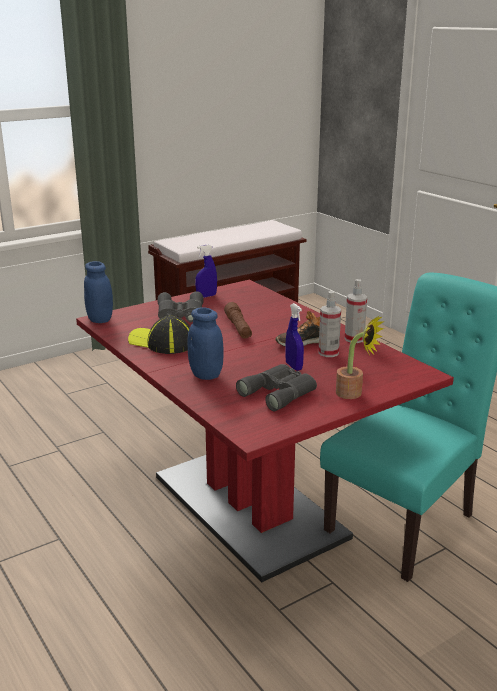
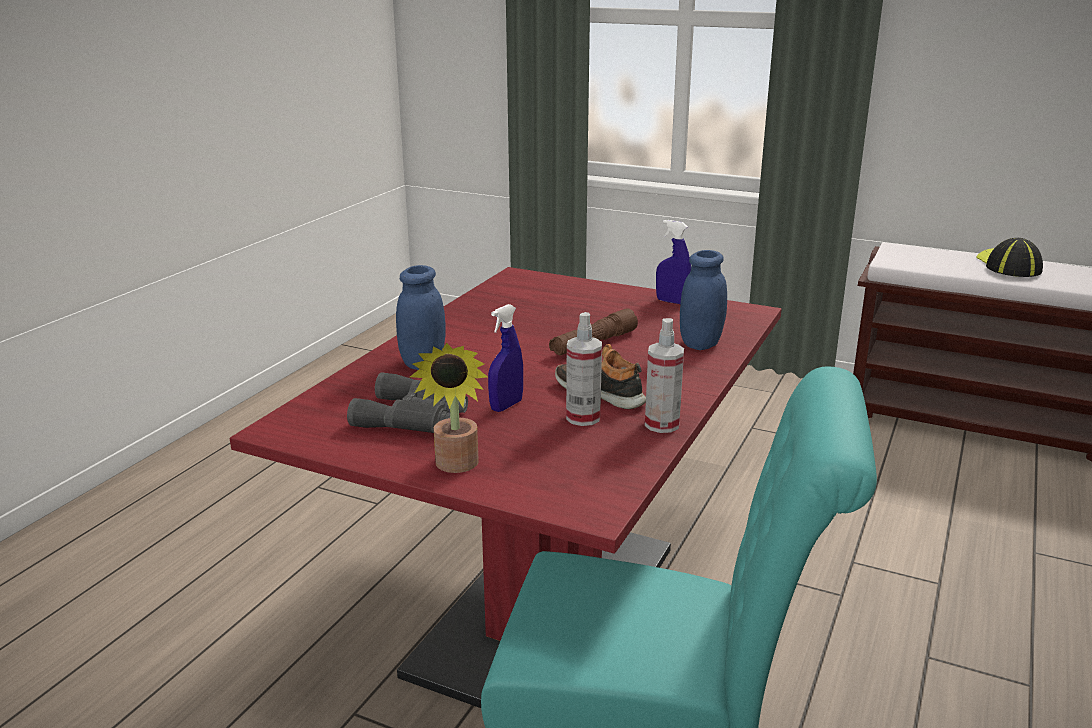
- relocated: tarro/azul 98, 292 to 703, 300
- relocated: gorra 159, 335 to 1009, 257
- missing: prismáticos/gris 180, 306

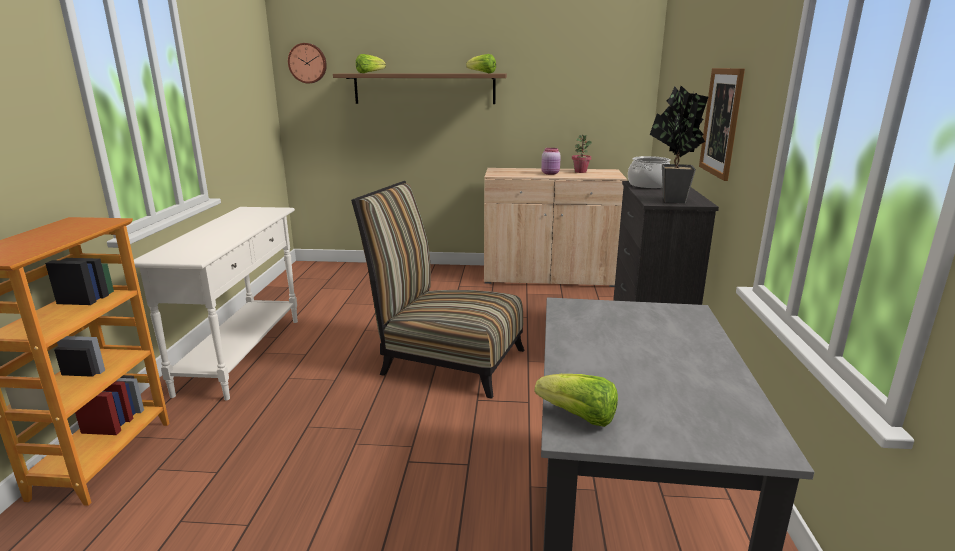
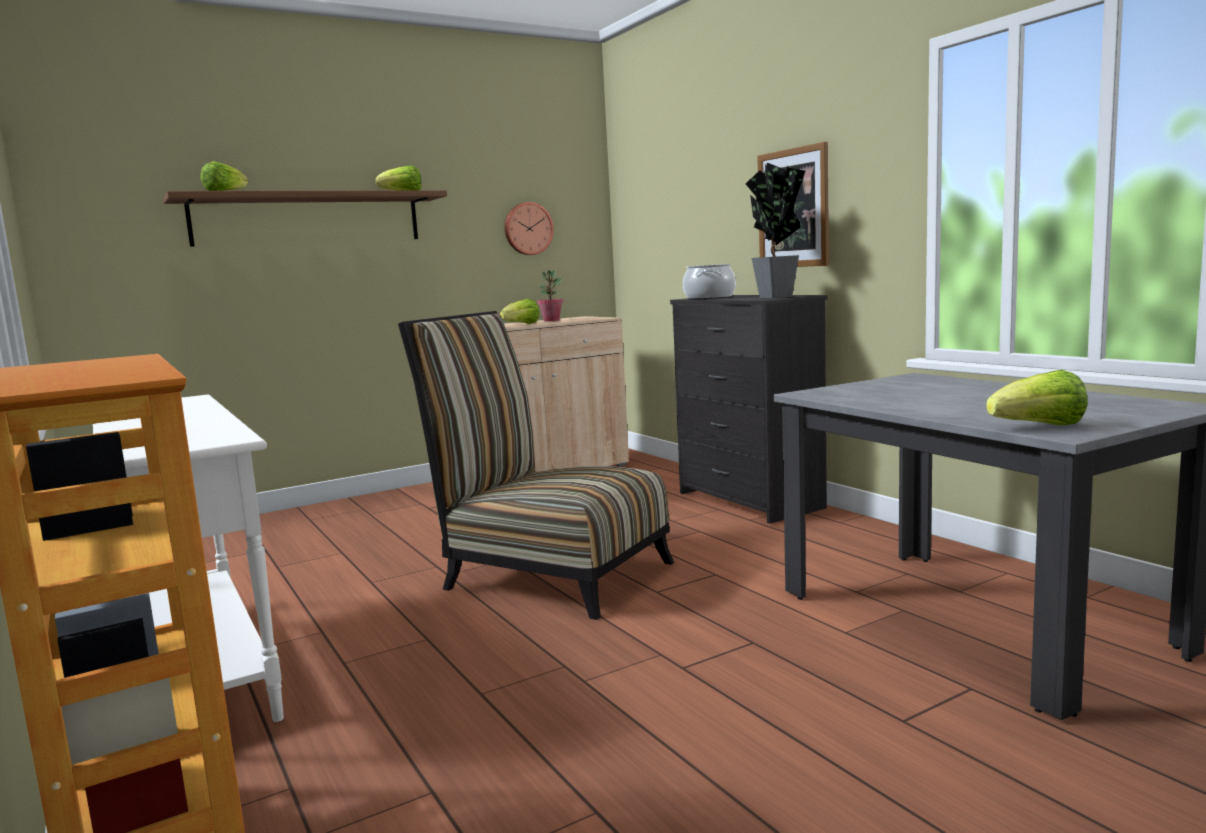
- spun: silla 437, 290 = 536, 465 45 degrees clockwise
- exchanged: tarro/rosa 551, 161 to lechuga 519, 311
- relocated: reloj de pared 307, 63 to 529, 228

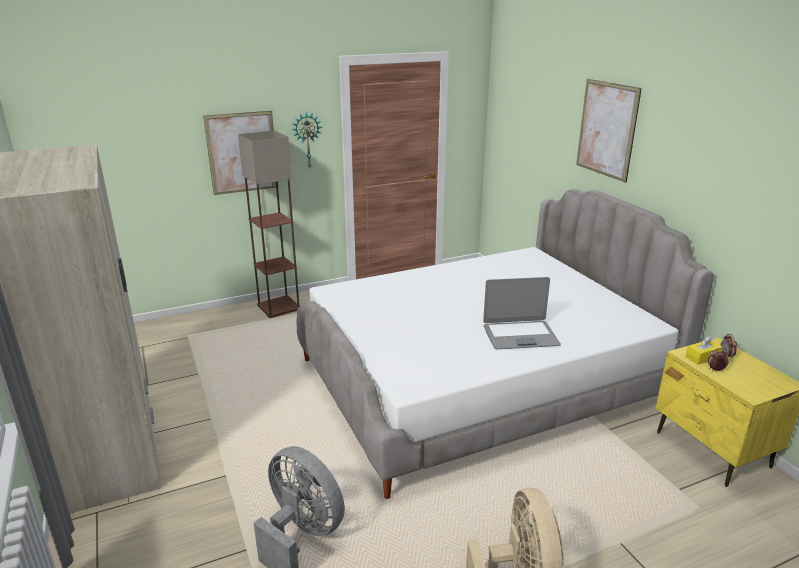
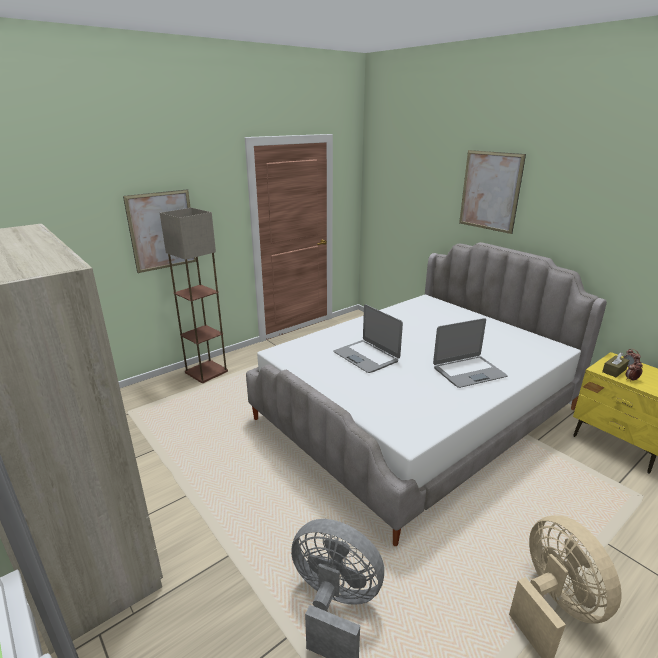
- appeared: portátil 368, 338
- colour: caja de pañuelos/amarillo 704, 350 to caja de pañuelos/marrón 615, 364
- missing: reloj de pared 307, 140

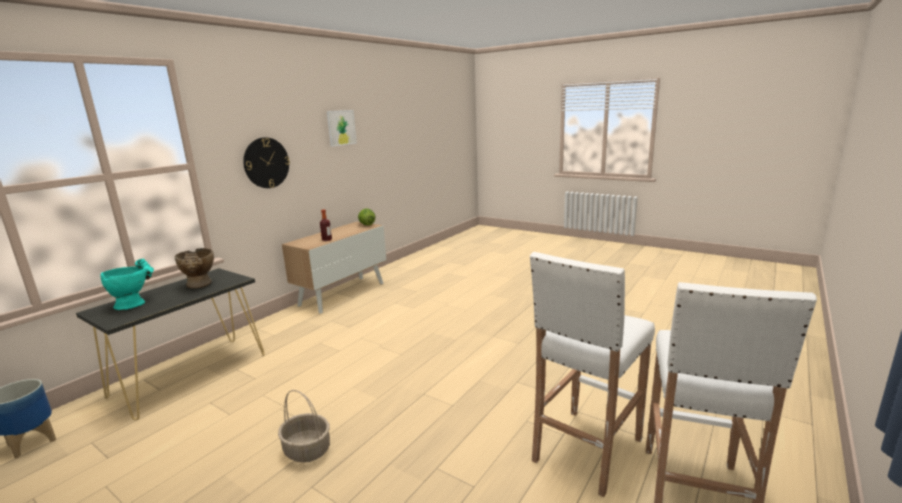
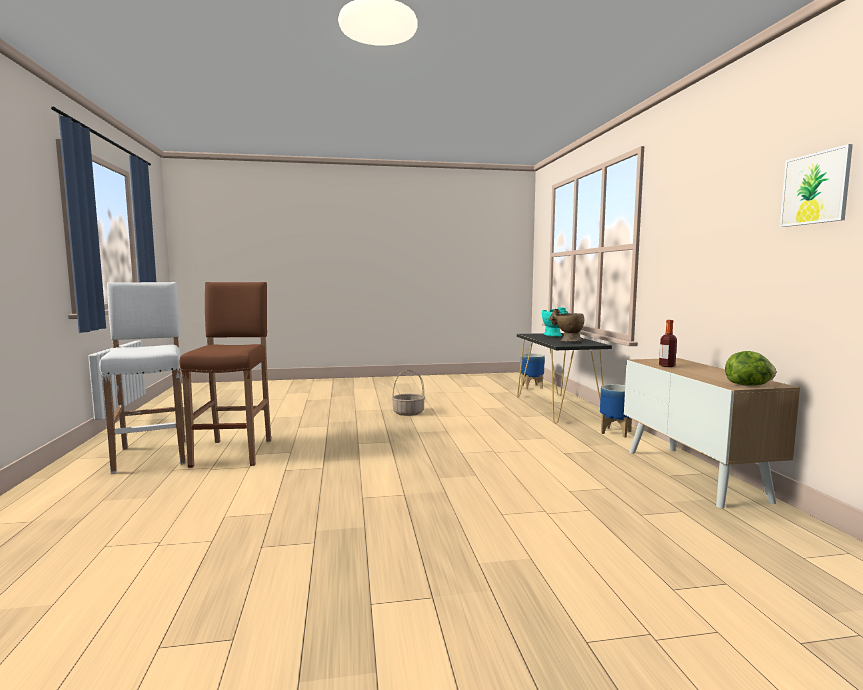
- colour: taburete/blanco 592, 374 to taburete/marrón 225, 375
- appeared: maceta 616, 411
- missing: reloj de pared 266, 162

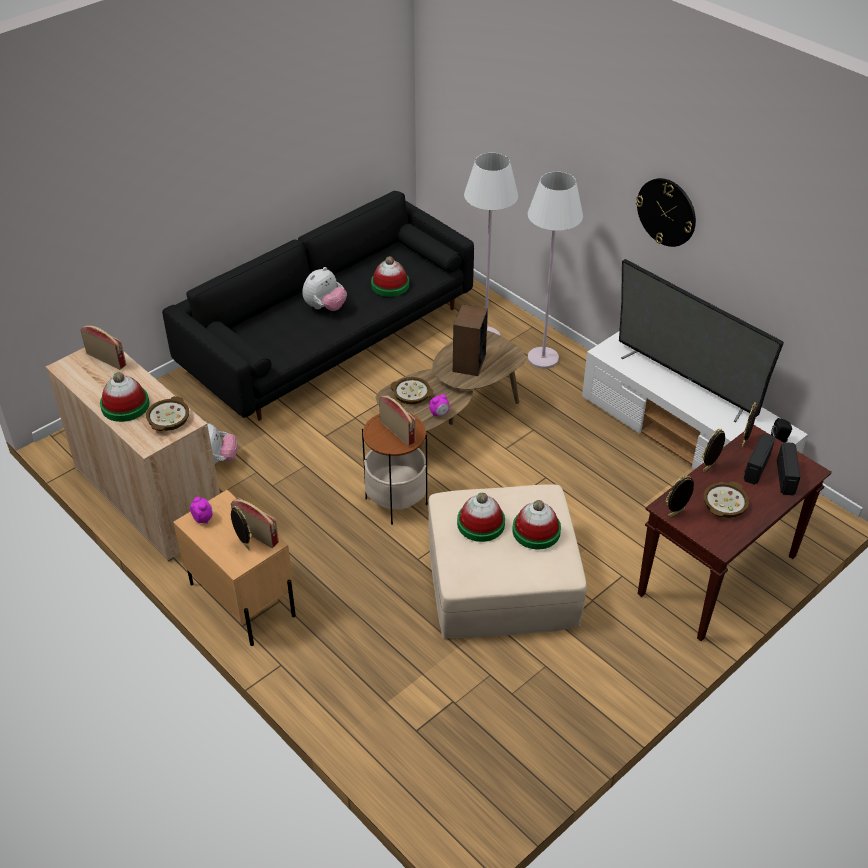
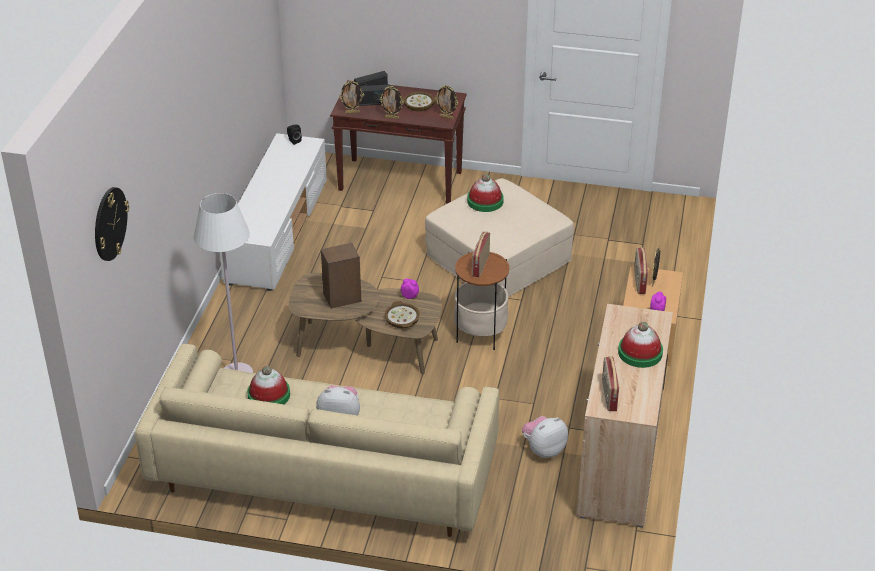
- relocated: reloj de pared 666, 212 to 112, 224
- colour: sofá/negro 318, 305 to sofá/beis 317, 440
- missing: cuenco 167, 413
- missing: sombrero 481, 517
- missing: lámpara de pie/blanco 555, 270
- missing: televisor 701, 340

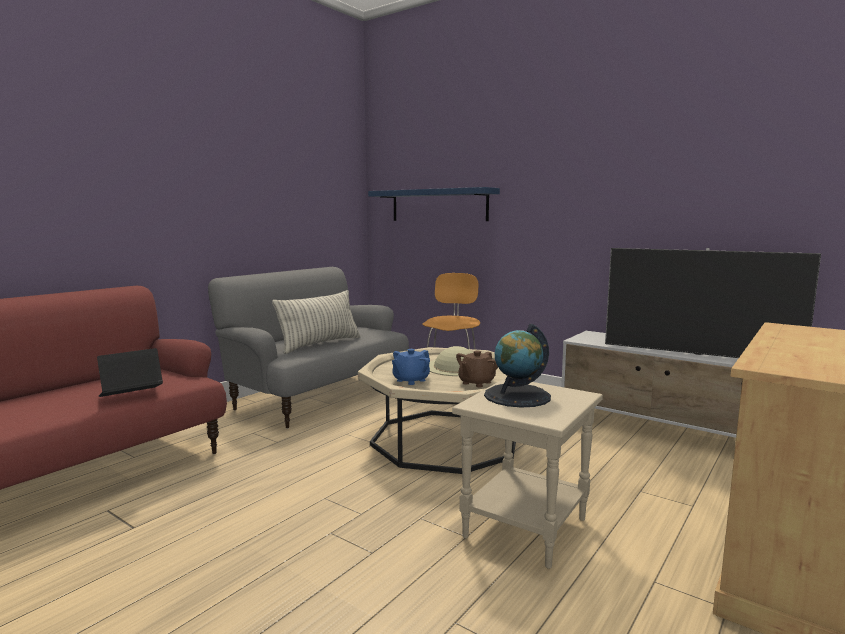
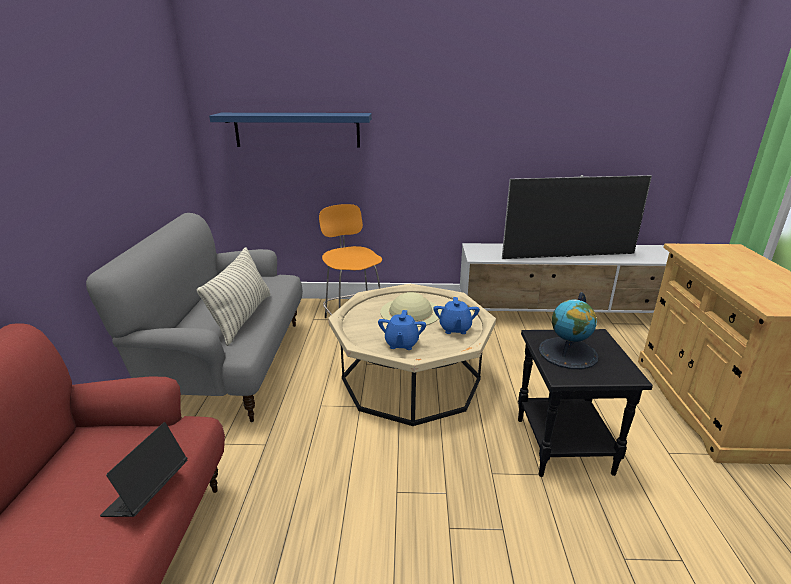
- colour: tetera/marrón 477, 369 to tetera/azul 456, 315
- colour: mesa auxiliar/beis 527, 473 to mesa auxiliar/negro 585, 403

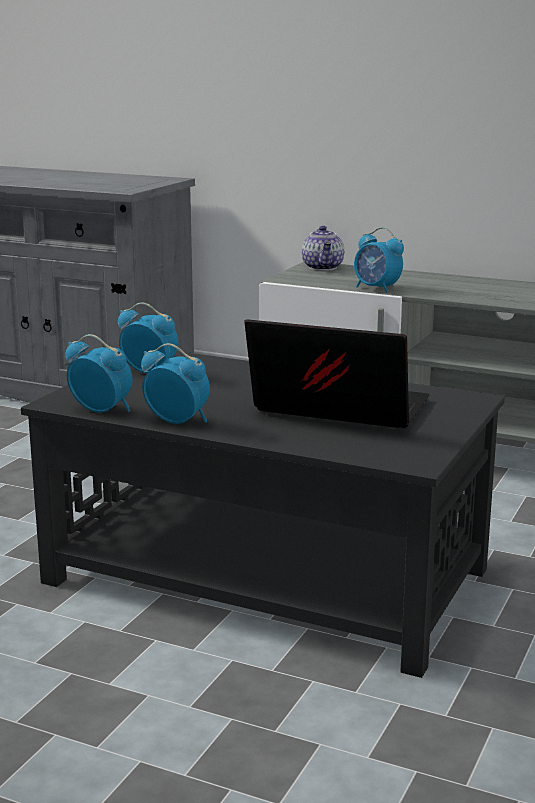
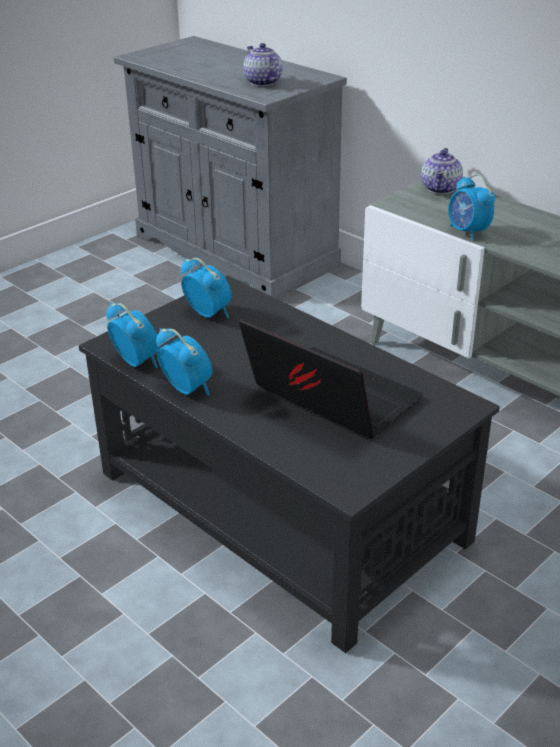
- appeared: tetera 262, 64

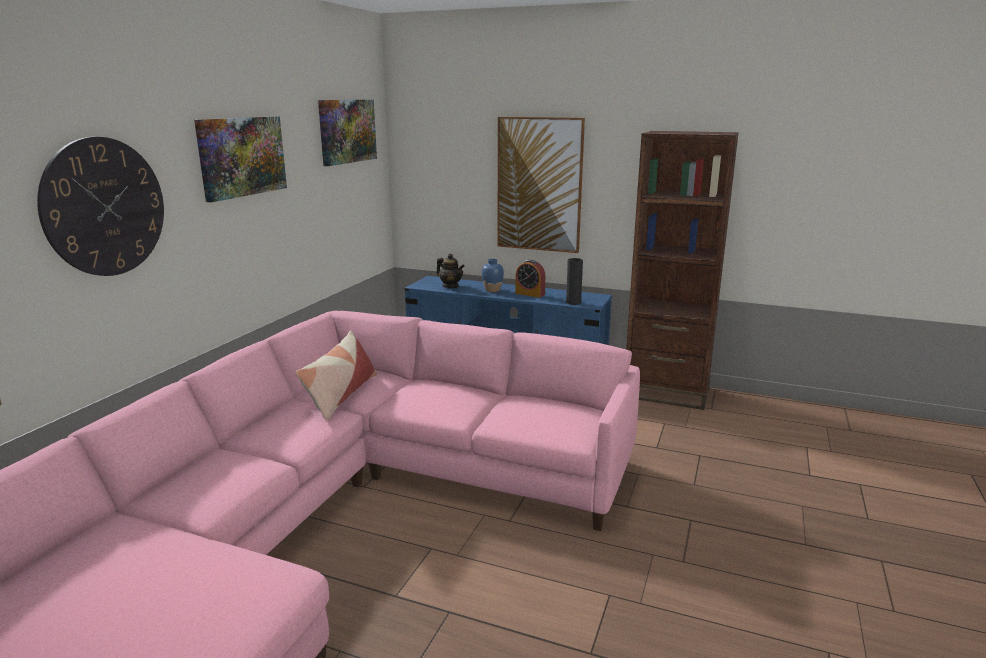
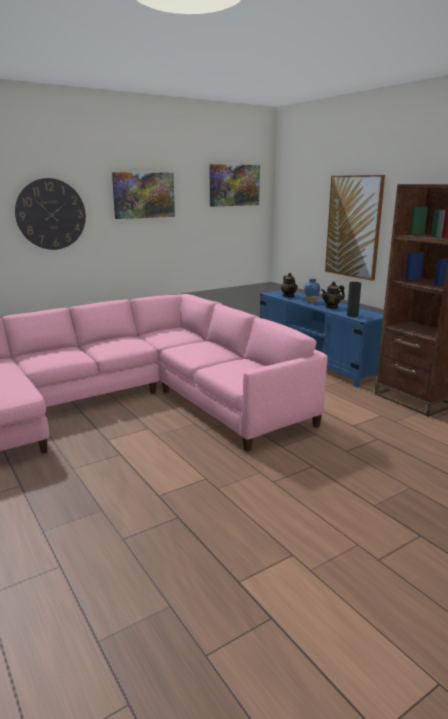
- exchanged: despertador 530, 279 to tetera 333, 295
- missing: cojín 336, 375

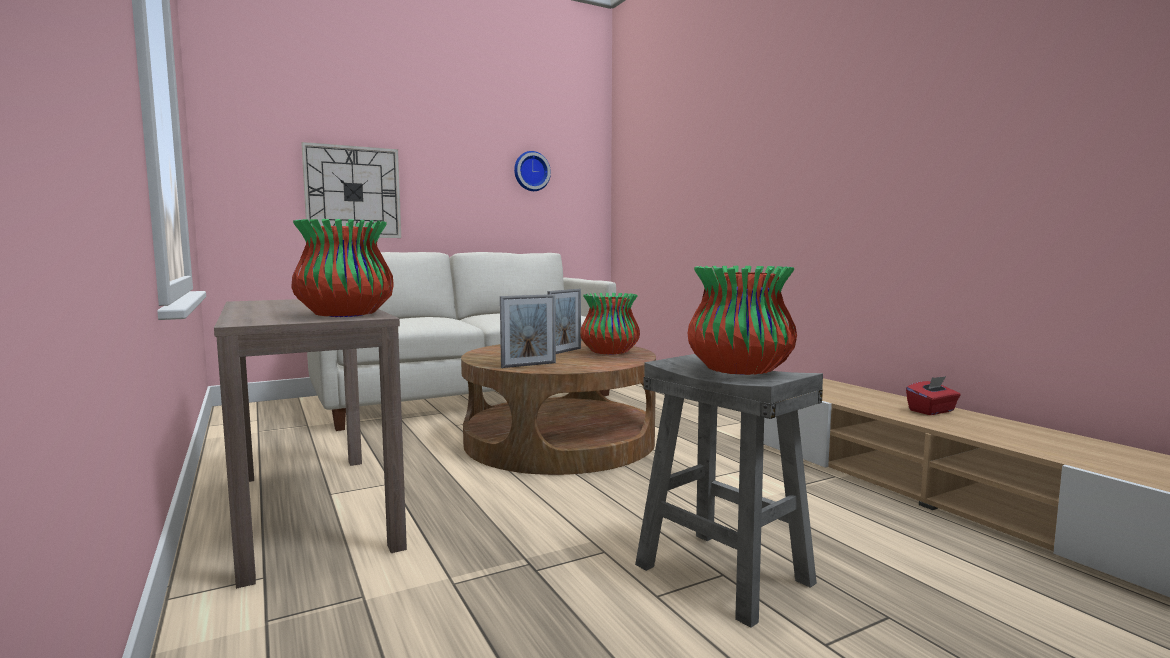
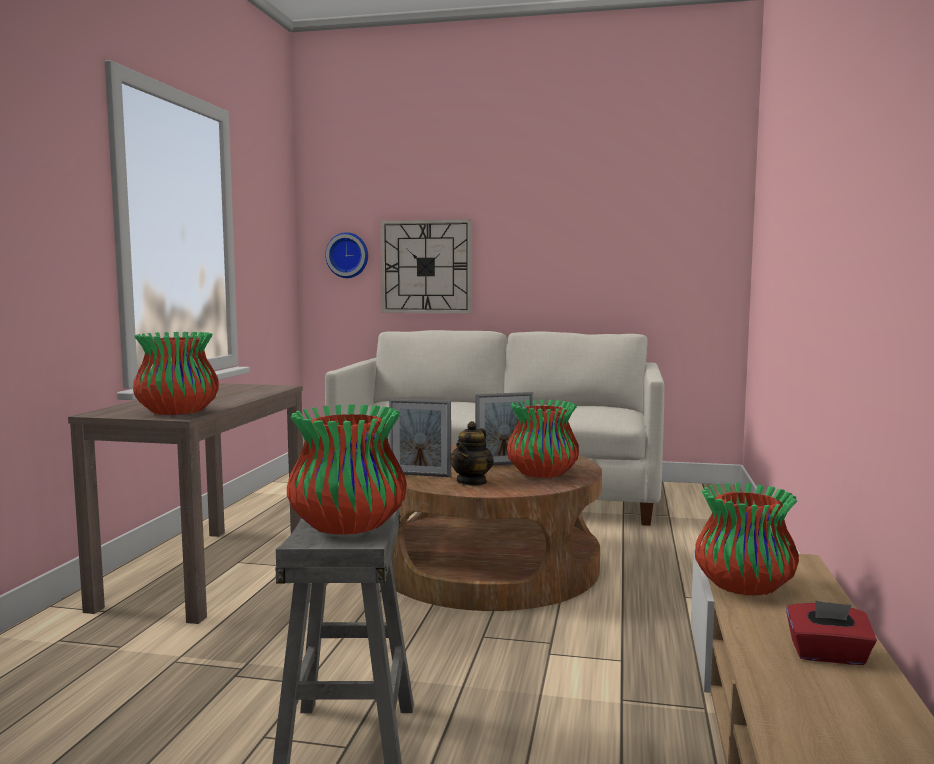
- relocated: reloj de pared 532, 171 to 346, 255
- appeared: tetera 472, 453
- appeared: florero 747, 539

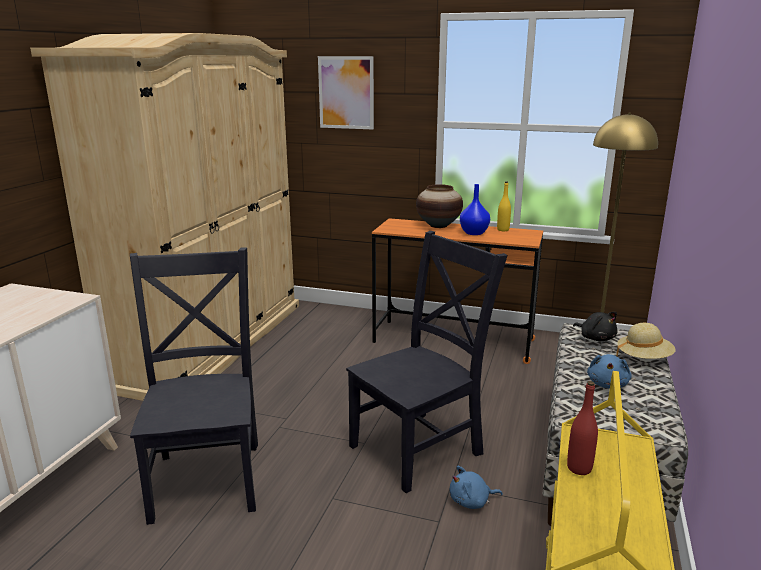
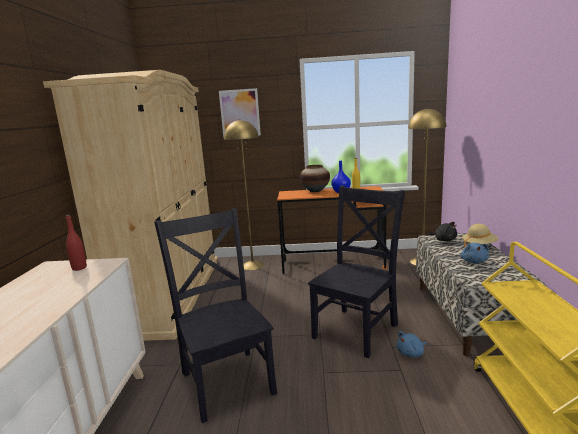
- relocated: botella/rojo 582, 428 to 76, 243
- appeared: lámpara de pie/amarillo 244, 194

